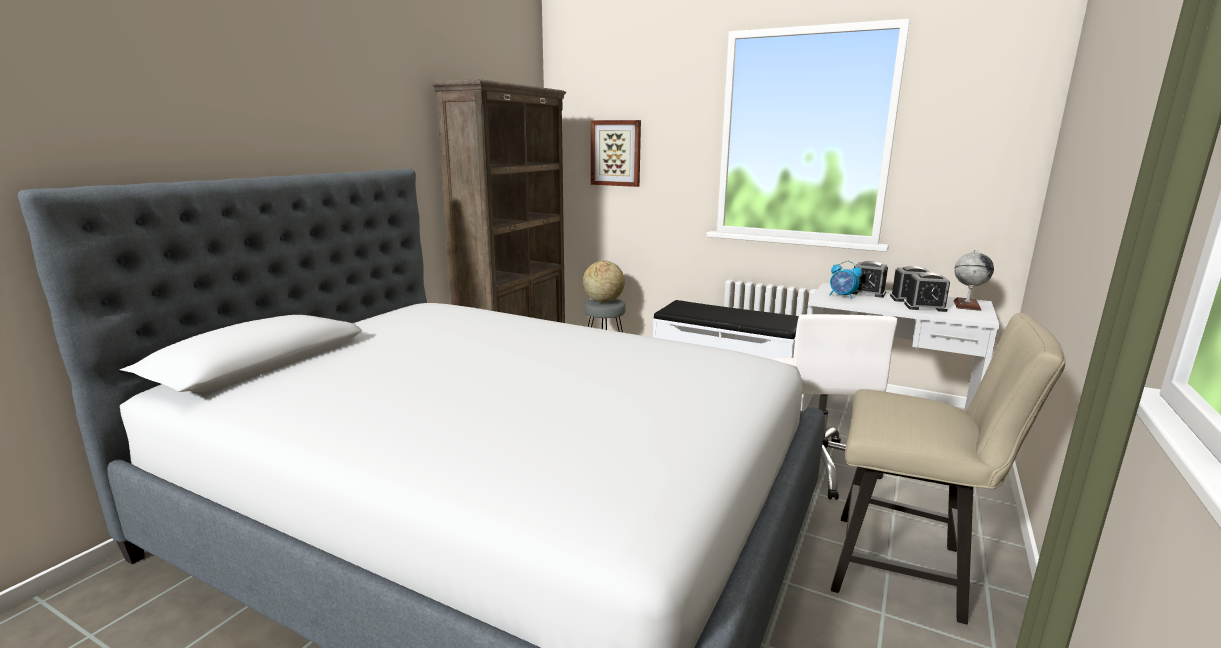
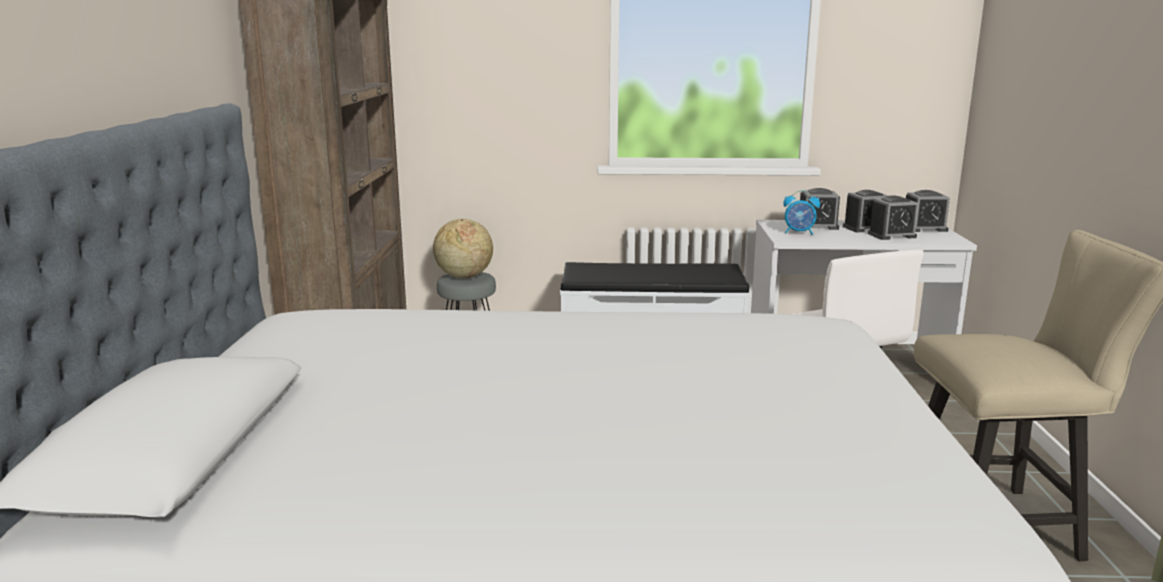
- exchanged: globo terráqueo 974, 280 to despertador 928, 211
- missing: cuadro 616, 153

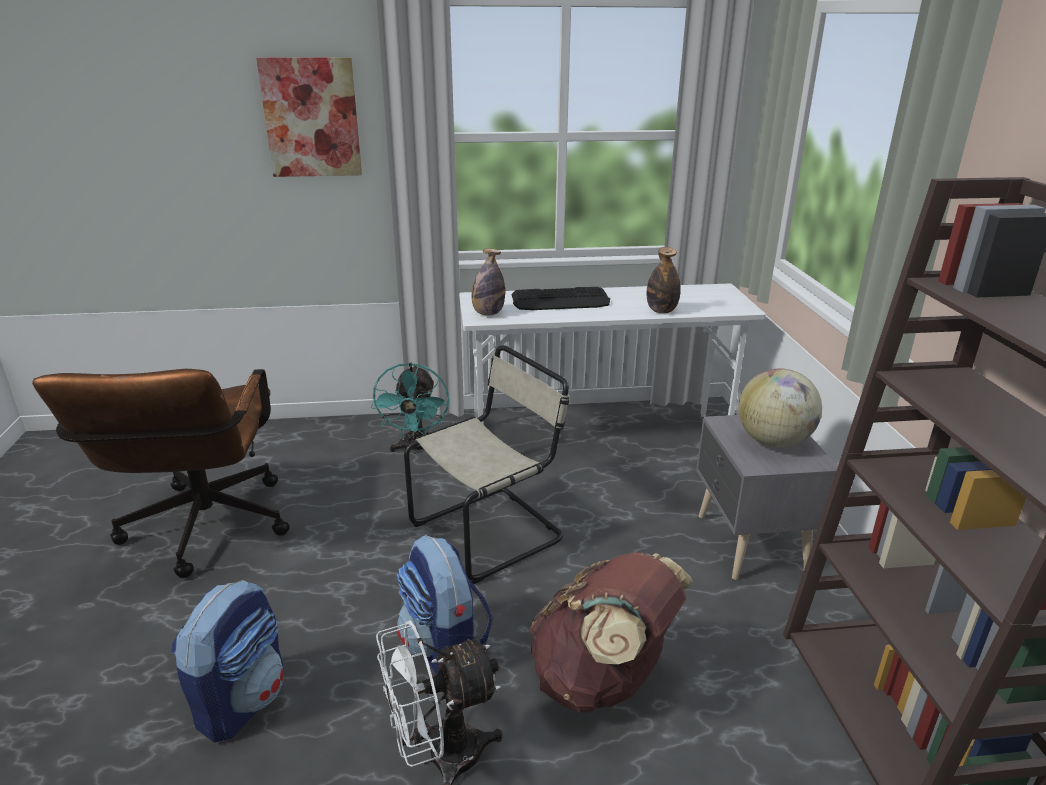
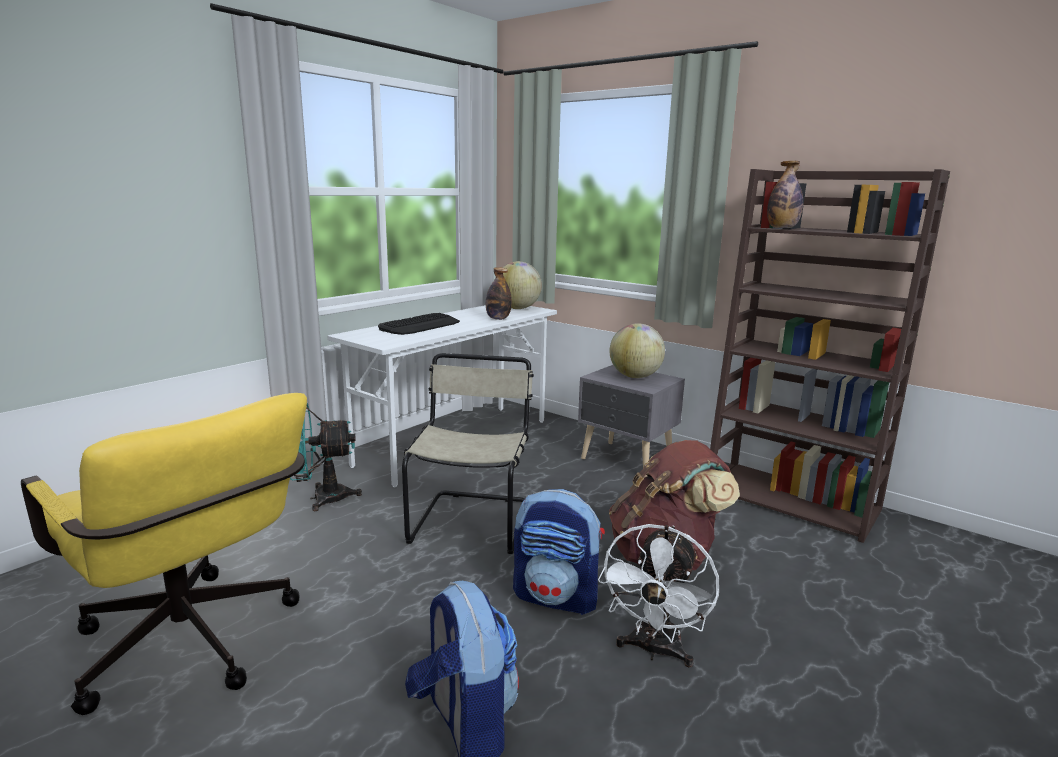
- colour: silla de oficina/marrón 160, 473 to silla de oficina/amarillo 164, 554
- spun: ventilador/turquesa 410, 408 = 326, 457 120 degrees clockwise
- appeared: globo terráqueo 522, 285
- relocated: botella 488, 282 to 785, 194
- missing: cuadro 309, 117

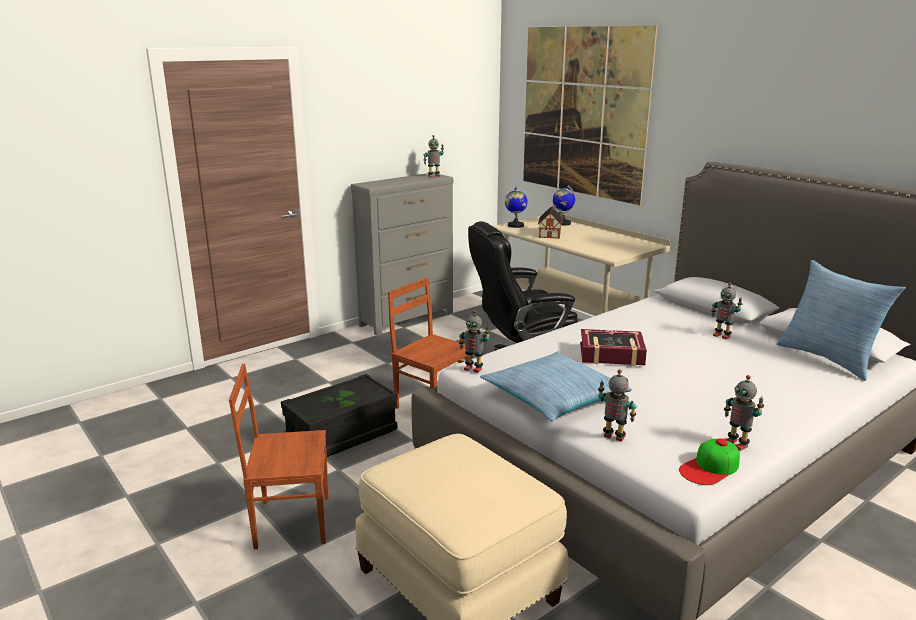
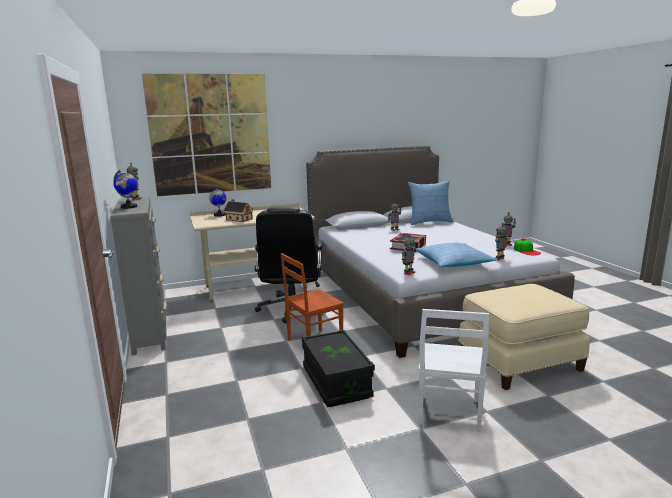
- relocated: globo terráqueo 516, 207 to 125, 189
- colour: silla/marrón 279, 456 to silla/blanco 454, 370

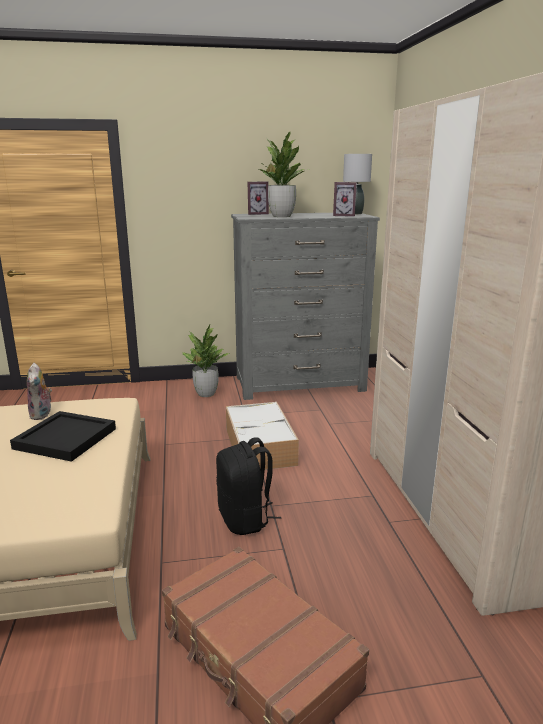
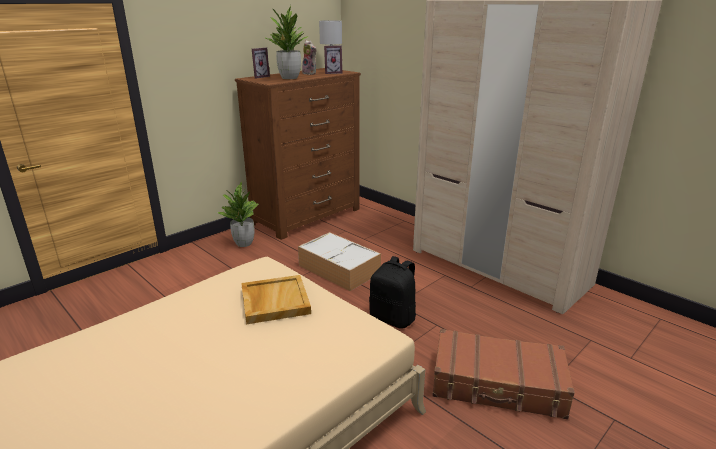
- colour: cómoda/gris 305, 306 to cómoda/marrón 298, 154
- colour: bandeja/negro 63, 436 to bandeja/beis 276, 299
- relocated: peluche 39, 391 to 309, 57

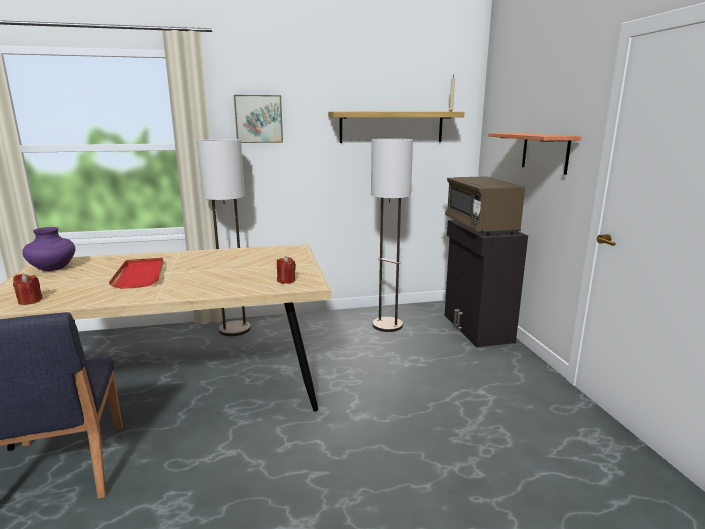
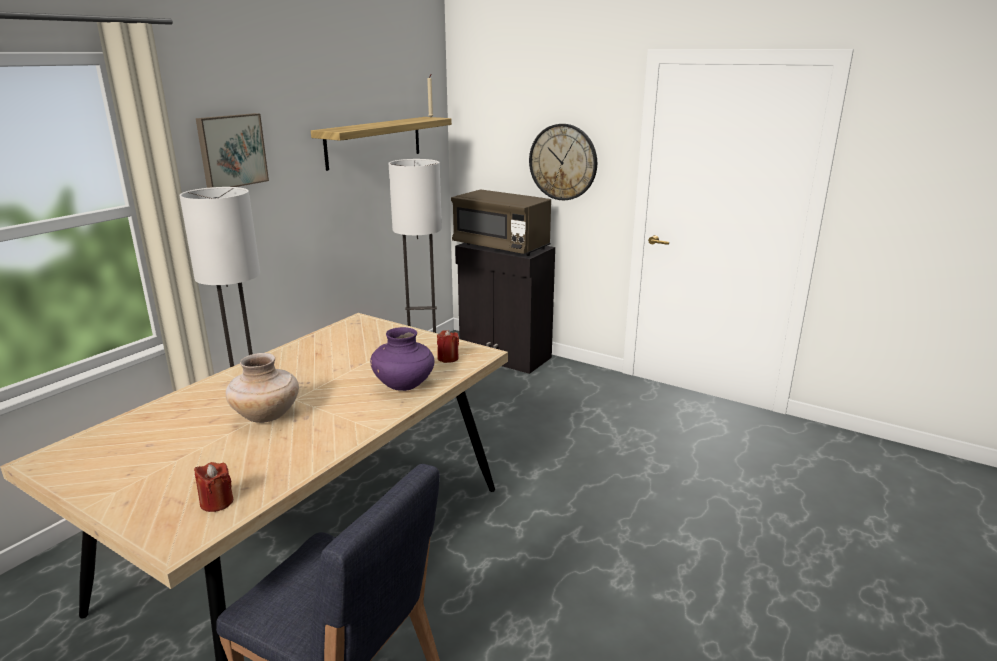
- exchanged: bandeja/rojo 135, 273 to florero/beis 262, 388
- relocated: florero/morado 48, 249 to 402, 359
- exchanged: estante 534, 154 to reloj de pared 563, 162

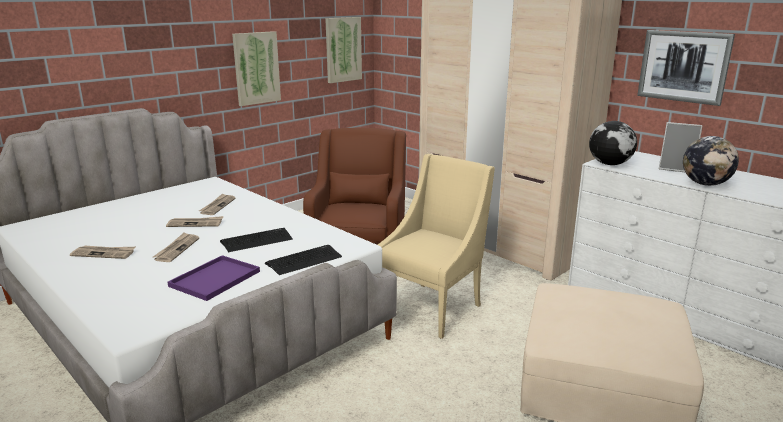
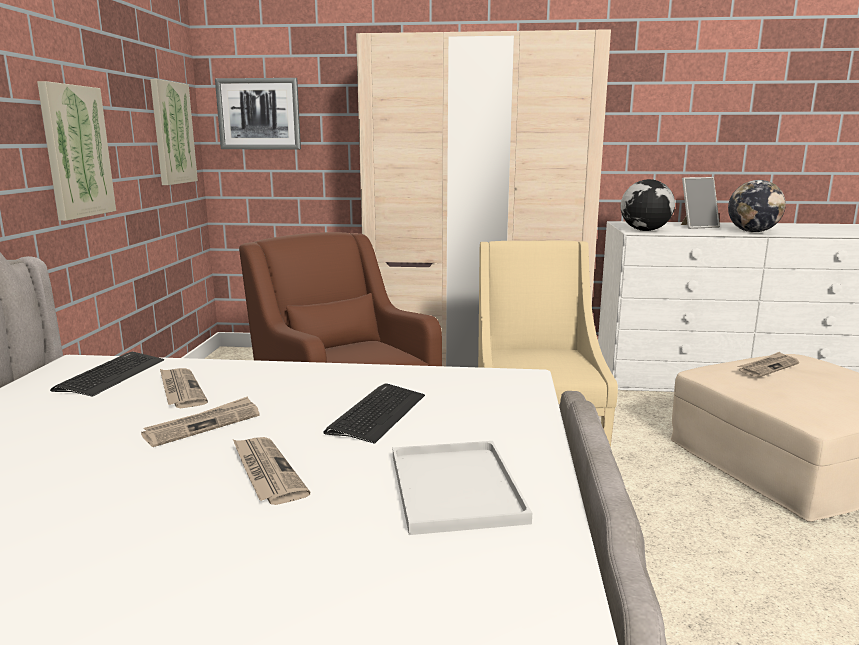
- relocated: teclado 303, 260 to 107, 374
- relocated: cuadro 686, 68 to 258, 113
- colour: bandeja/morado 214, 278 to bandeja/blanco 462, 488
- relocated: periódico 102, 252 to 768, 364

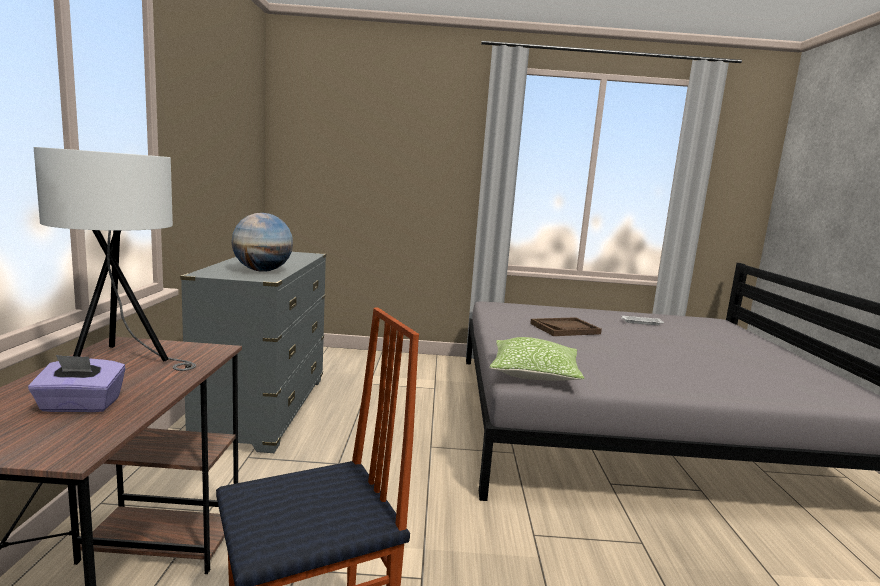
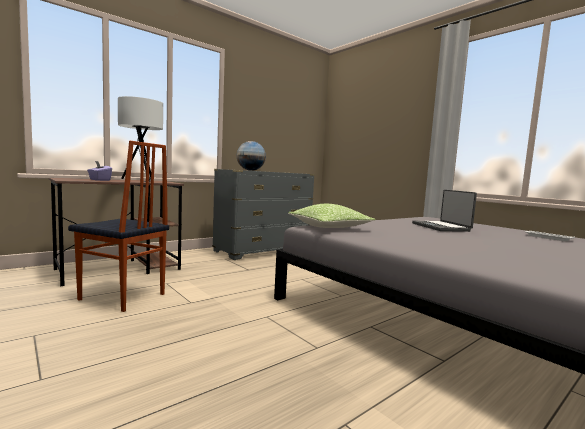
- exchanged: bandeja/marrón 566, 326 to portátil 444, 211

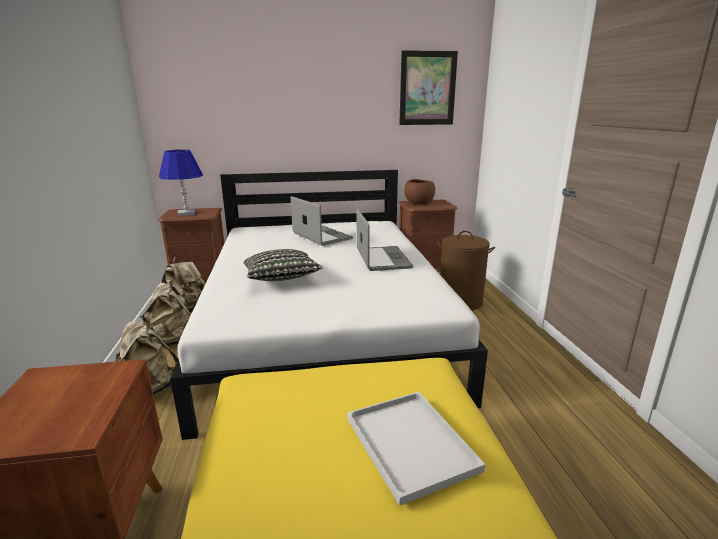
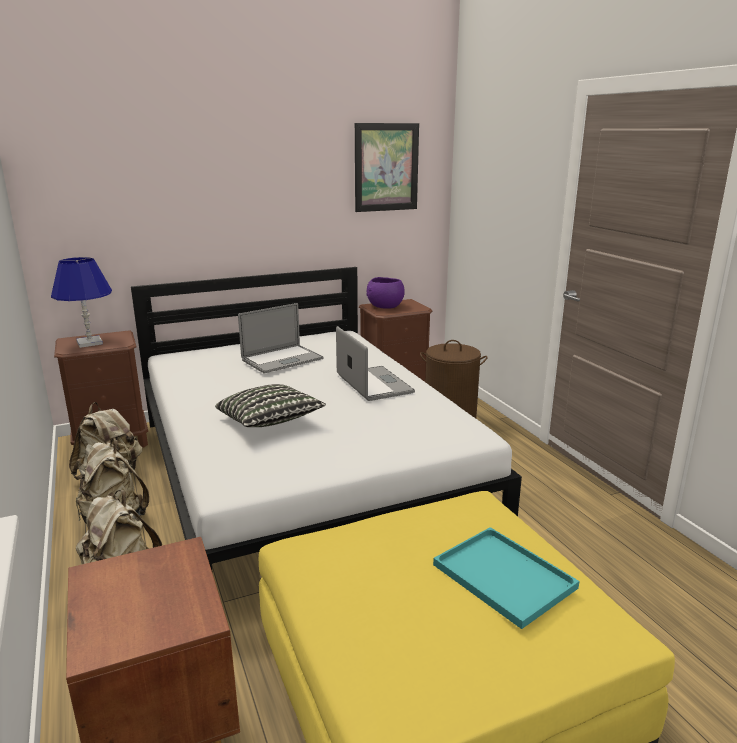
- spun: portátil 322, 221 = 281, 338 105 degrees clockwise
- colour: cuenco/marrón 419, 191 to cuenco/morado 385, 293
- colour: bandeja/blanco 416, 449 to bandeja/turquesa 506, 578

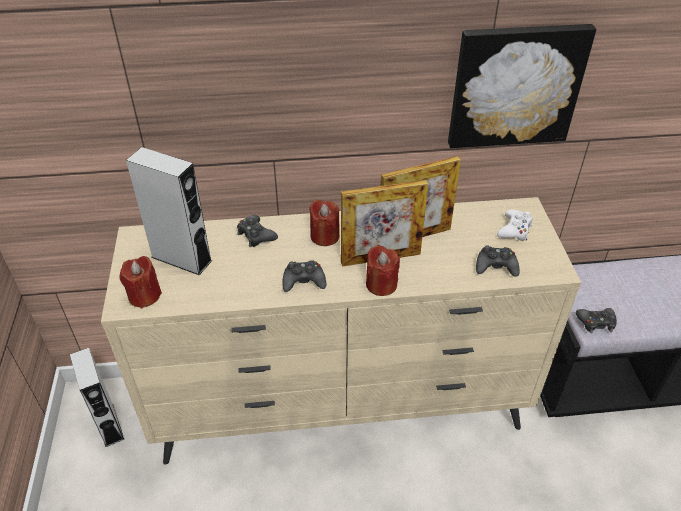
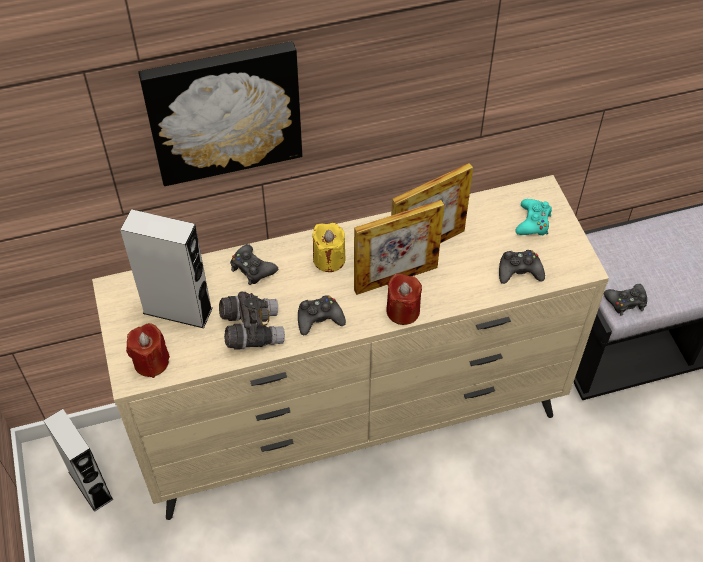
- relocated: cuadro 522, 86 to 220, 113
- appeared: prismáticos/gris 252, 320
- colour: vela/rojo 324, 223 to vela/amarillo 329, 247
- colour: mando de consola/blanco 515, 225 to mando de consola/turquesa 533, 217

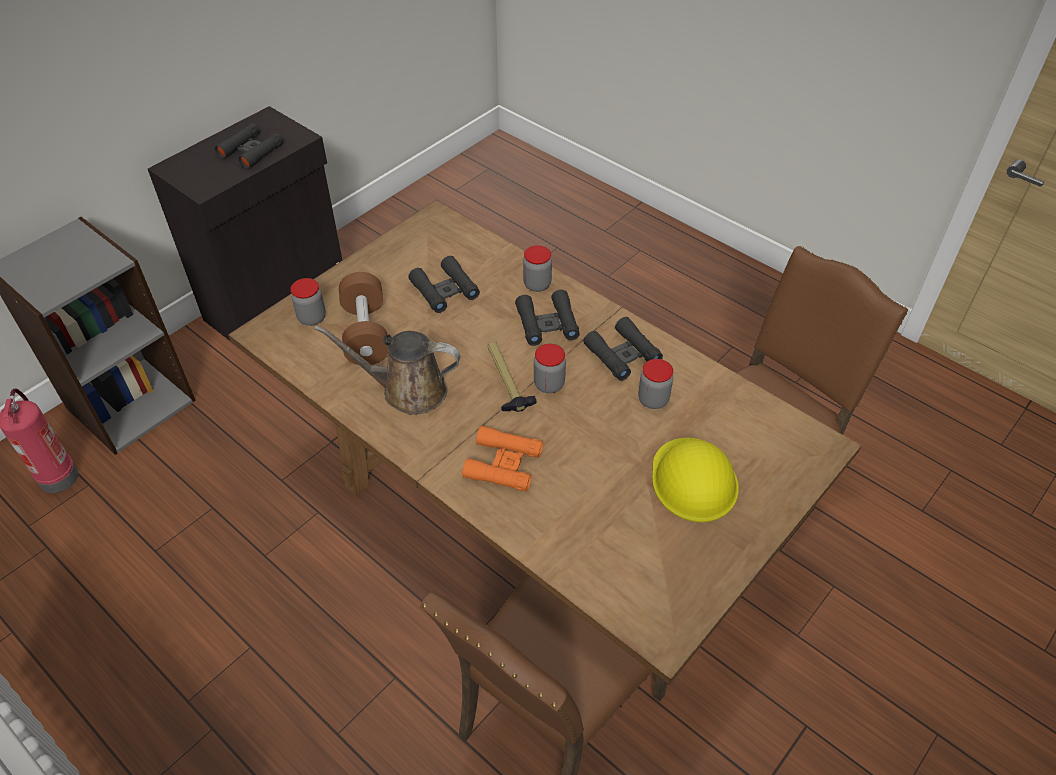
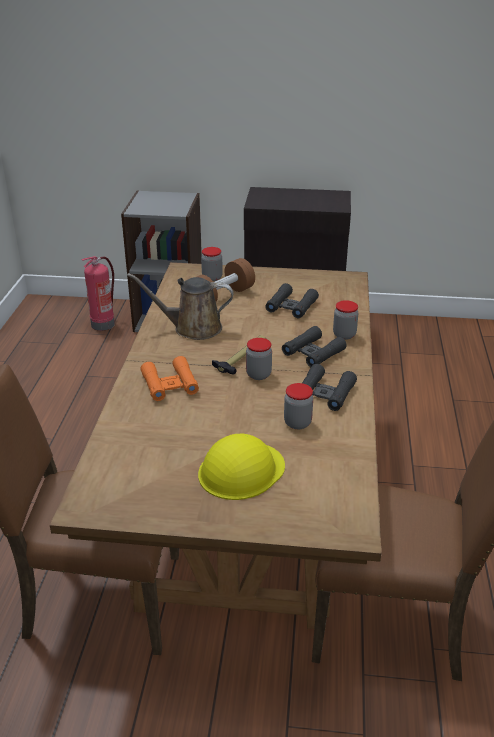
- spun: regadera/marrón 387, 370 = 180, 306 60 degrees counterclockwise
- missing: prismáticos/negro 249, 146

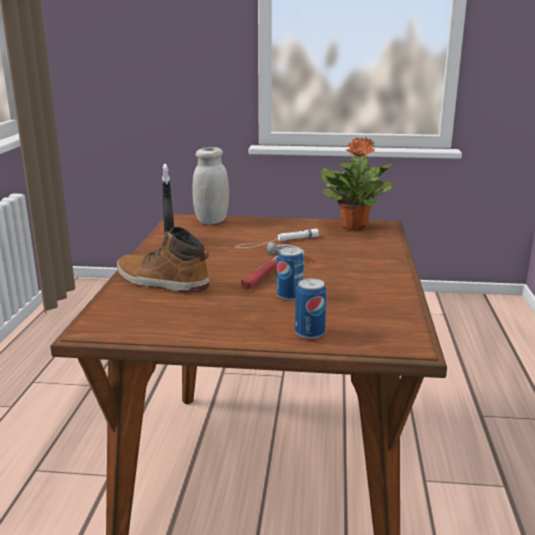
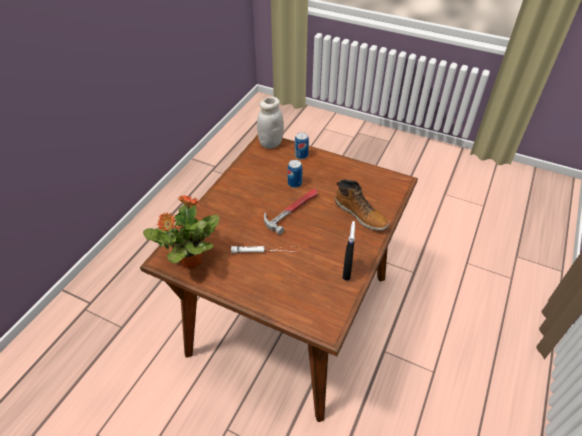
- relocated: tarro/blanco 210, 186 to 270, 123

